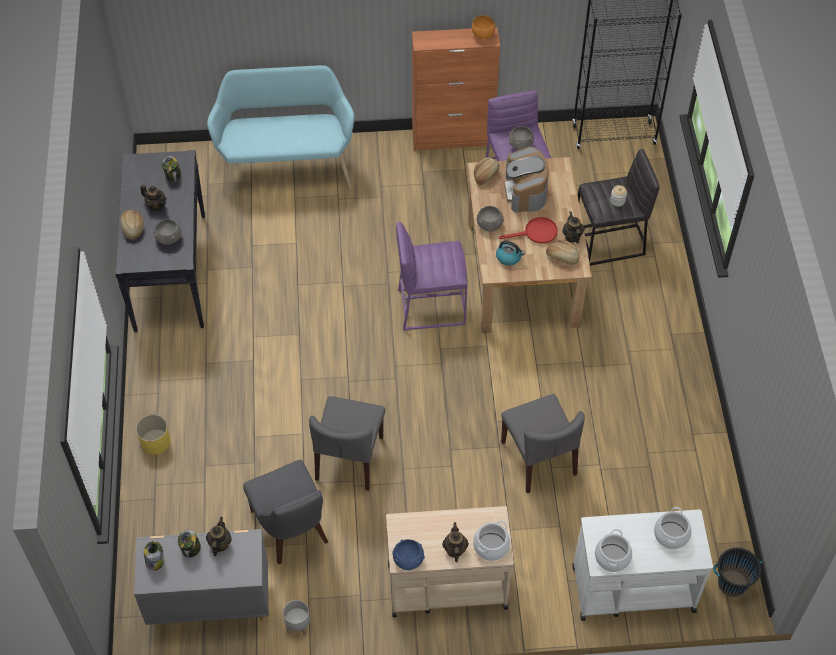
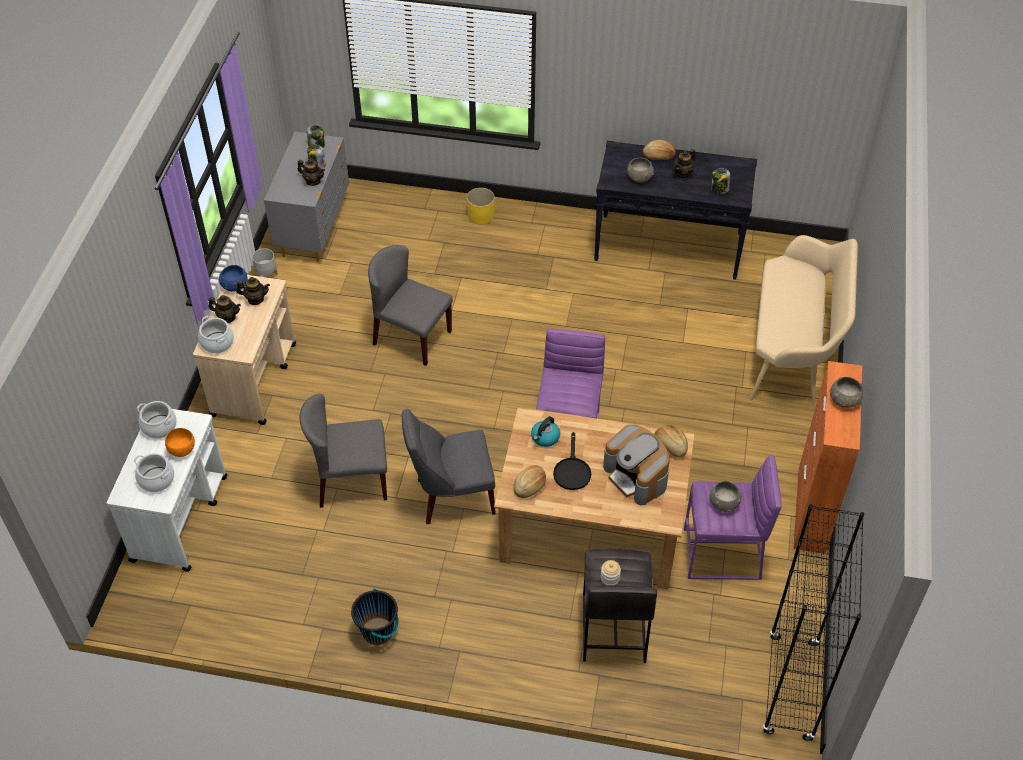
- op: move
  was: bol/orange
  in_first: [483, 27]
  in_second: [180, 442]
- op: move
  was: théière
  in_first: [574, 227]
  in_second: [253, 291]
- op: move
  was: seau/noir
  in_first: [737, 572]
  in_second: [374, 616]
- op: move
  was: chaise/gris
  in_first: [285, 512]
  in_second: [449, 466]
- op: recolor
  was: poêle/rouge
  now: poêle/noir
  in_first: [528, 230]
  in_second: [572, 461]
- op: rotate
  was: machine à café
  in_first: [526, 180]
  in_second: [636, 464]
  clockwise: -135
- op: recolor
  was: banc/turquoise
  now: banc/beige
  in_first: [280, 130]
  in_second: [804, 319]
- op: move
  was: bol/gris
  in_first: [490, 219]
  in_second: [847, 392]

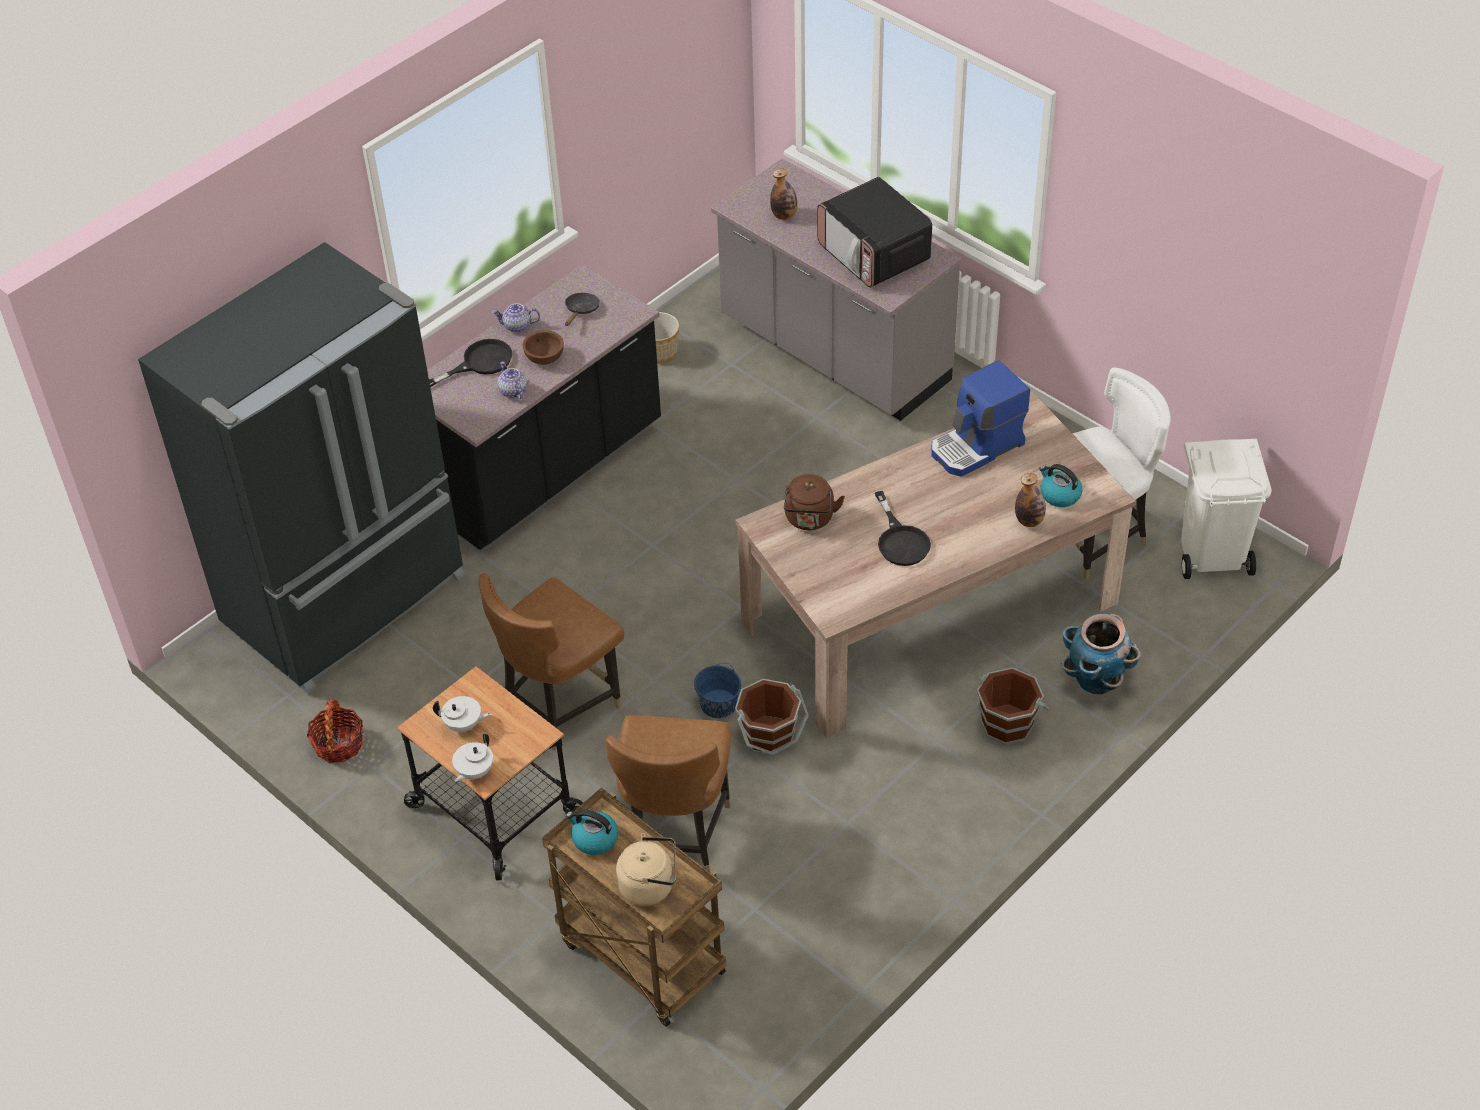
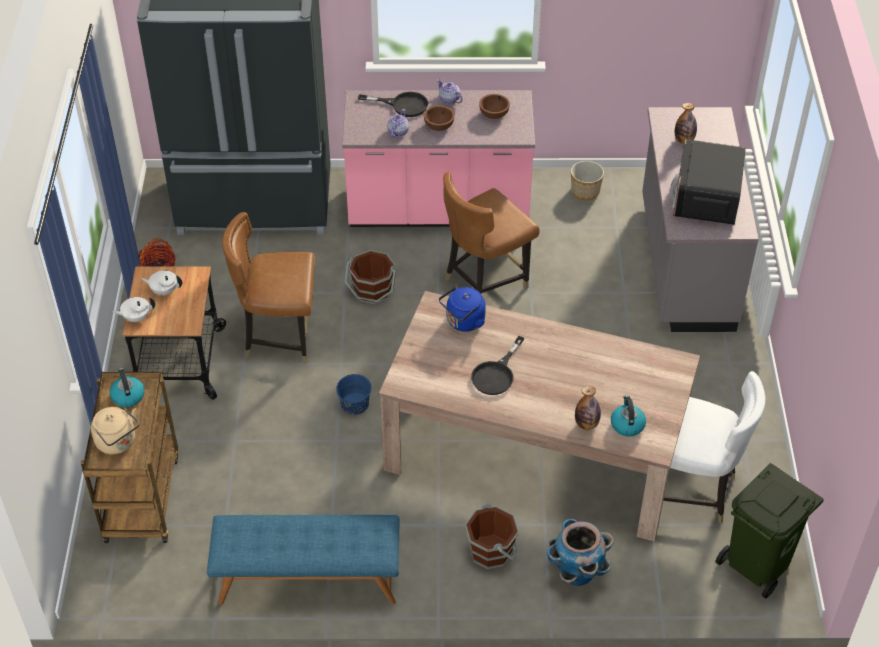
- op: rotate
  was: théière/blanc
  in_first: [462, 714]
  in_second: [161, 283]
  clockwise: 135
- op: insert
  now: banc/bleu
  in_second: [303, 560]
- op: recolor
  was: comptoir de cuisine/noir
  now: comptoir de cuisine/rose
  in_first: [544, 407]
  in_second: [438, 158]
- op: move
  was: seau/marron
  in_first: [772, 717]
  in_second: [370, 277]
- op: recolor
  was: bouilloire/marron
  now: bouilloire/bleu
  in_first: [814, 502]
  in_second: [462, 309]
- op: move
  was: chaise/marron
  in_first: [668, 793]
  in_second: [491, 233]
- op: replace
  was: poêle/noir
  now: bol/marron
  in_first: [582, 309]
  in_second: [494, 106]
- op: recolor
  was: poubelle/blanc
  now: poubelle/vert
  in_first: [1226, 509]
  in_second: [769, 531]
- op: delete
  was: machine à café
  in_first: [980, 418]

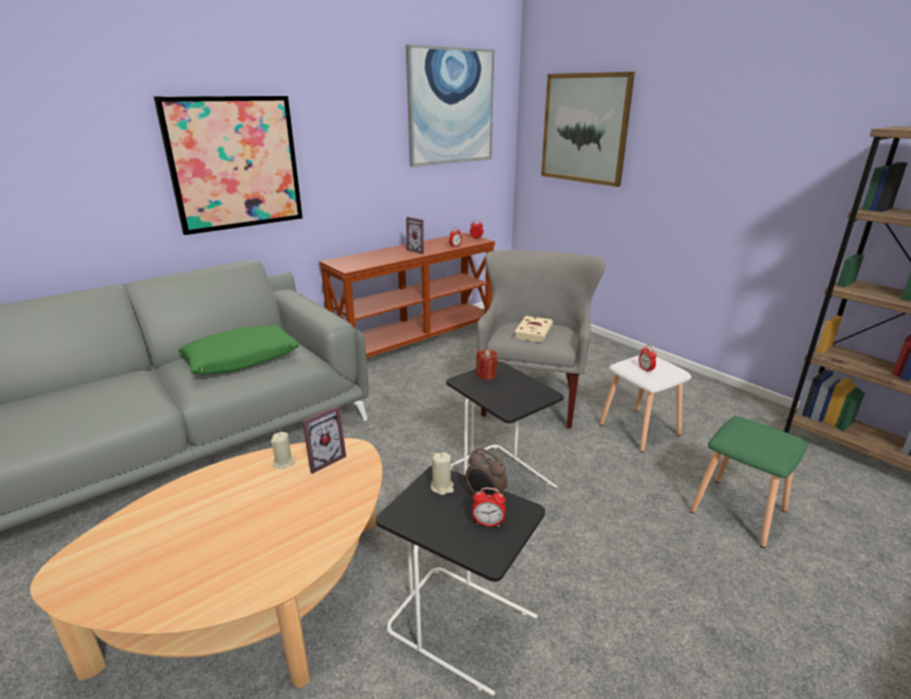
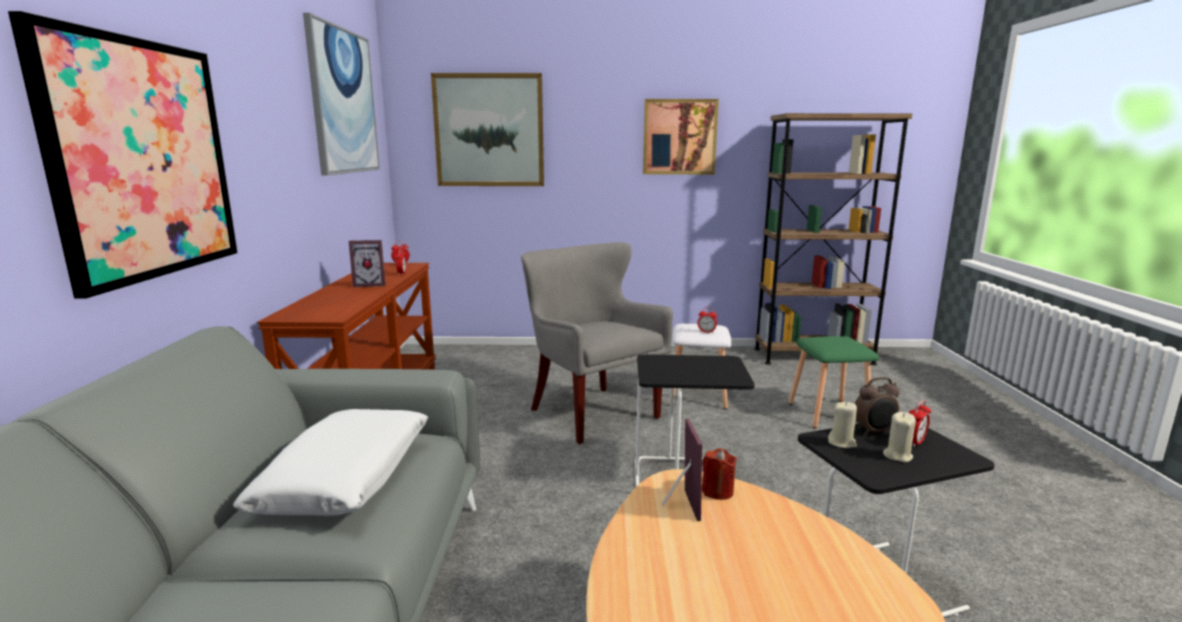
- op: recolor
  was: coussin/vert
  now: coussin/blanc
  in_first: [239, 349]
  in_second: [330, 462]
- op: insert
  now: tableau
  in_second: [681, 136]
- op: move
  was: bougie/rouge
  in_first: [487, 364]
  in_second: [719, 474]
- op: move
  was: bougie/beige
  in_first: [283, 450]
  in_second: [899, 437]
- op: delete
  was: livre/beige
  in_first: [533, 329]

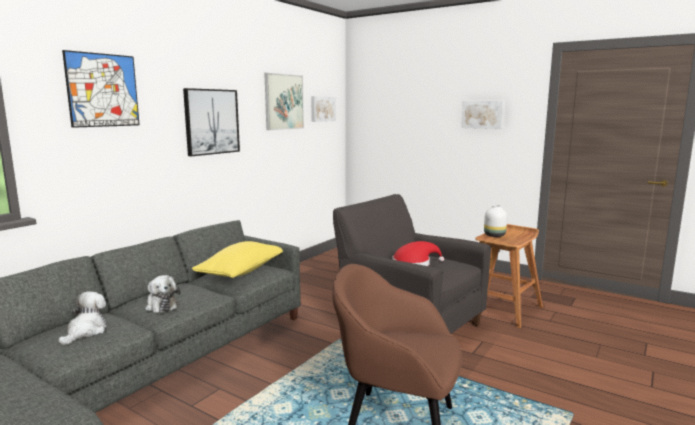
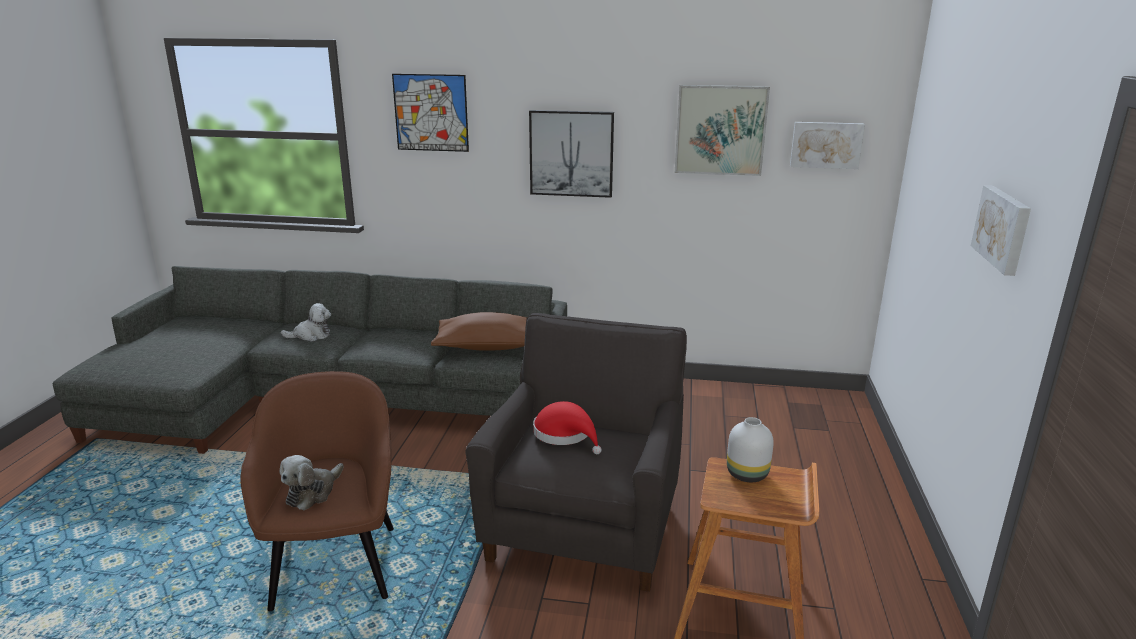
- op: move
  was: peluche
  in_first: [162, 294]
  in_second: [311, 482]
- op: recolor
  was: coussin/jaune
  now: coussin/marron
  in_first: [237, 259]
  in_second: [479, 331]

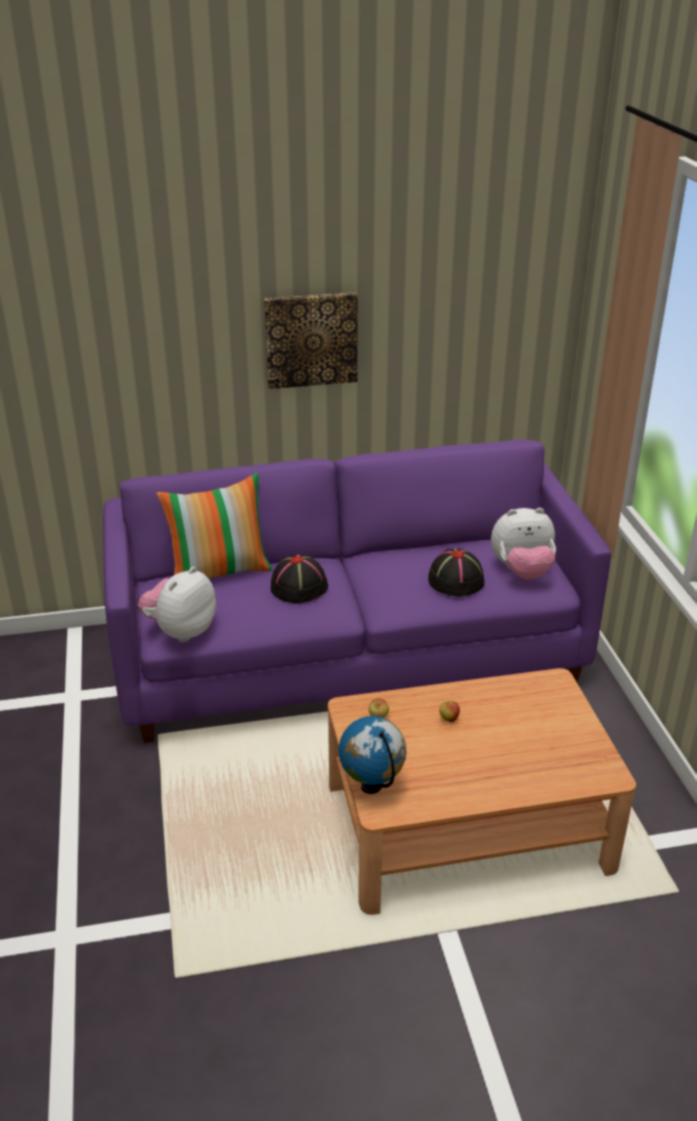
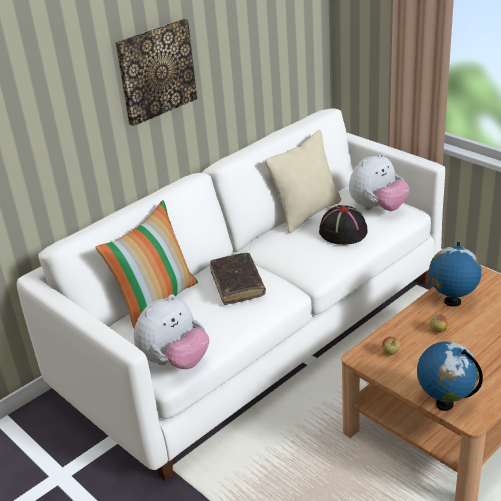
- op: recolor
  was: canapé/violet
  now: canapé/blanc
  in_first: [357, 591]
  in_second: [231, 295]
- op: rotate
  was: peluche
  in_first: [177, 604]
  in_second: [171, 331]
  clockwise: -135
- op: replace
  was: chapeau/noir
  now: livre/marron
  in_first: [299, 579]
  in_second: [238, 279]
- op: insert
  now: coussin/beige
  in_second: [303, 182]
- op: insert
  now: globe
  in_second: [455, 274]

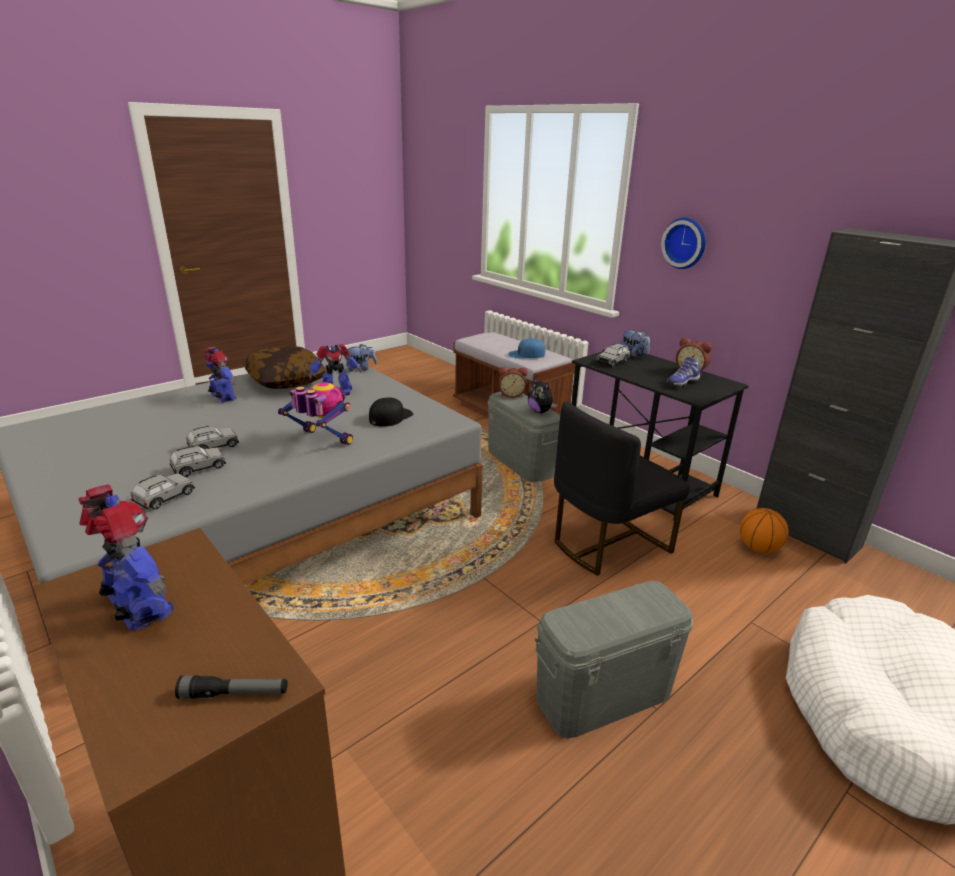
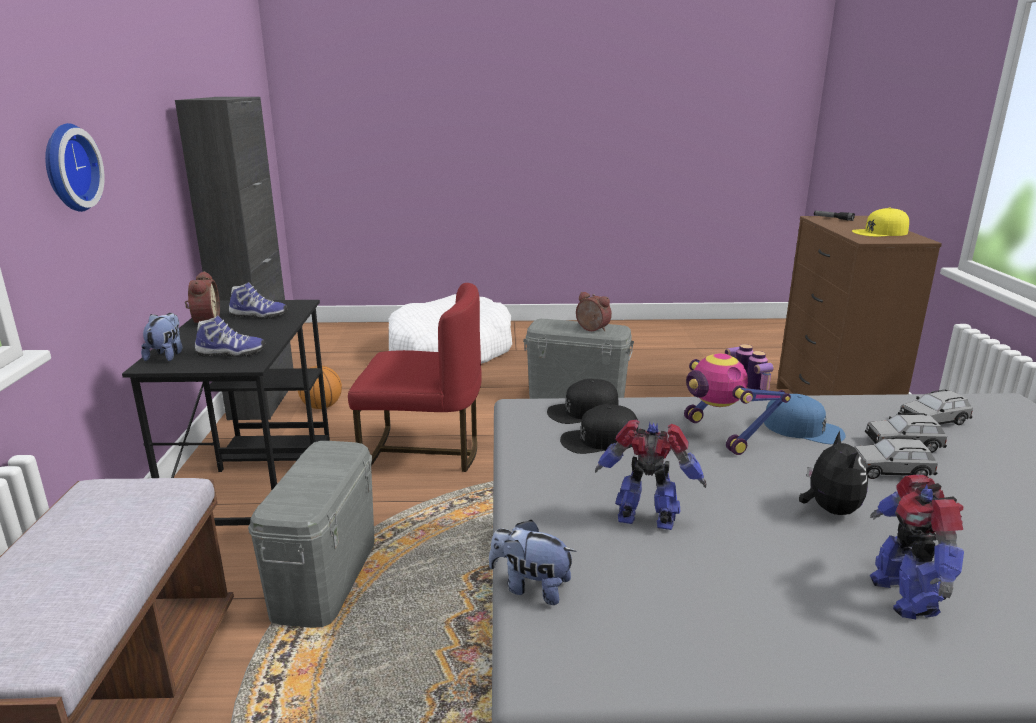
- op: replace
  was: petite voiture/gris
  now: chaussure
  in_first: [613, 355]
  in_second: [229, 336]
- op: recolor
  was: chaise/noir
  now: chaise/rouge
  in_first: [622, 488]
  in_second: [415, 377]
- op: insert
  now: casquette/noir
  in_second: [582, 401]
- op: move
  was: réveil
  in_first: [513, 382]
  in_second: [594, 311]
- op: move
  was: casquette/bleu
  in_first: [527, 348]
  in_second: [805, 419]
- op: move
  was: peluche
  in_first: [542, 395]
  in_second: [833, 473]
- op: replace
  was: robot jouet
  now: casquette/jaune
  in_first: [126, 557]
  in_second: [880, 222]
- op: delete
  was: coussin
  in_first: [285, 367]

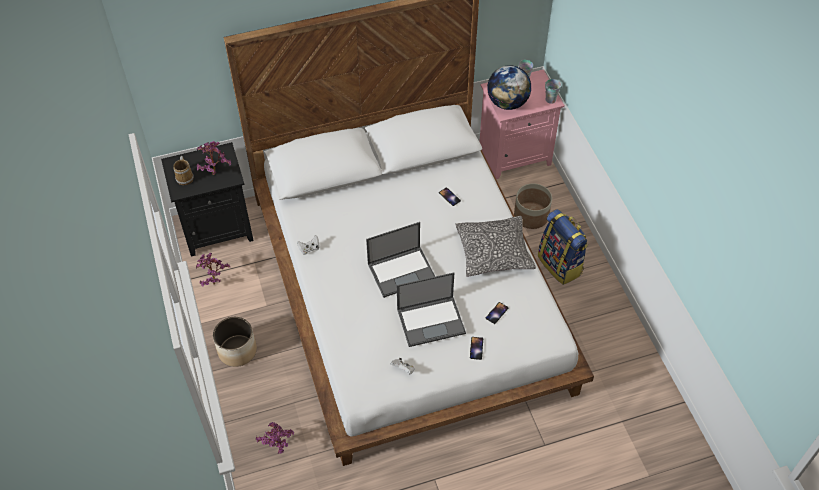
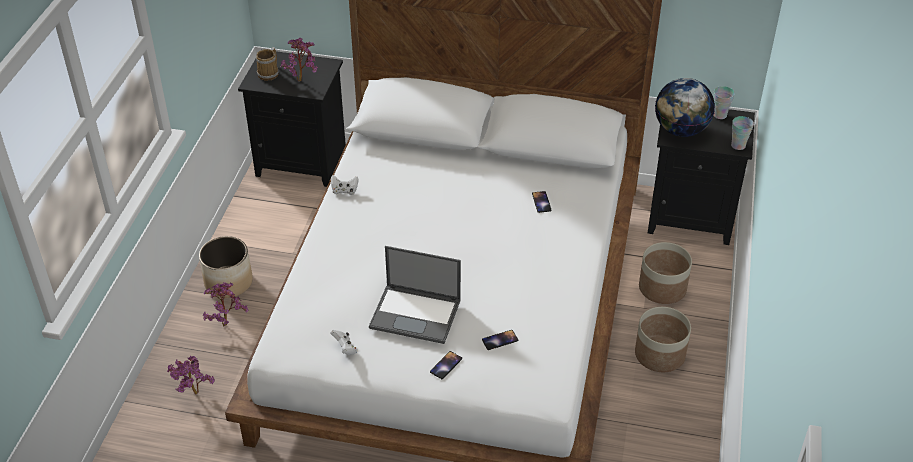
- op: move
  was: plante en pot
  in_first: [213, 269]
  in_second: [225, 304]
- op: replace
  was: sac à dos
  now: cache-pot
  in_first: [563, 247]
  in_second: [663, 339]
- op: recolor
  was: table de chevet/rose
  now: table de chevet/noir
  in_first: [522, 124]
  in_second: [701, 177]
- op: delete
  was: ordinateur portable
  in_first: [400, 260]
- op: delete
  was: coussin
  in_first: [496, 246]

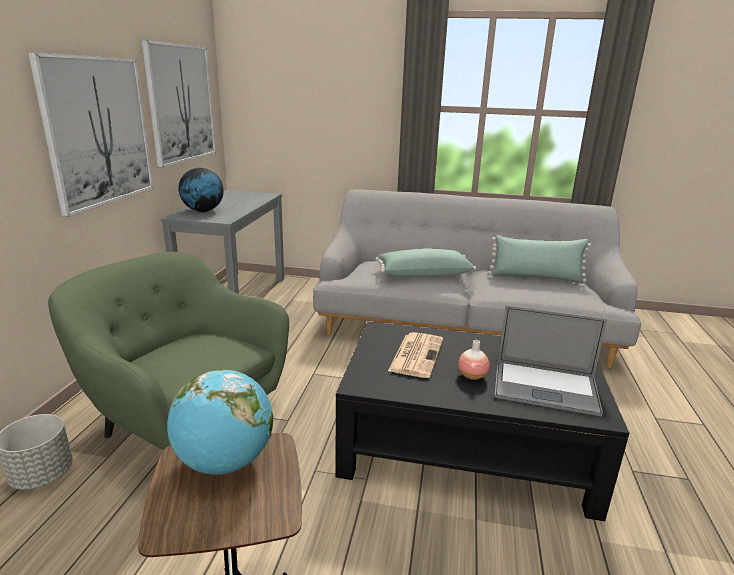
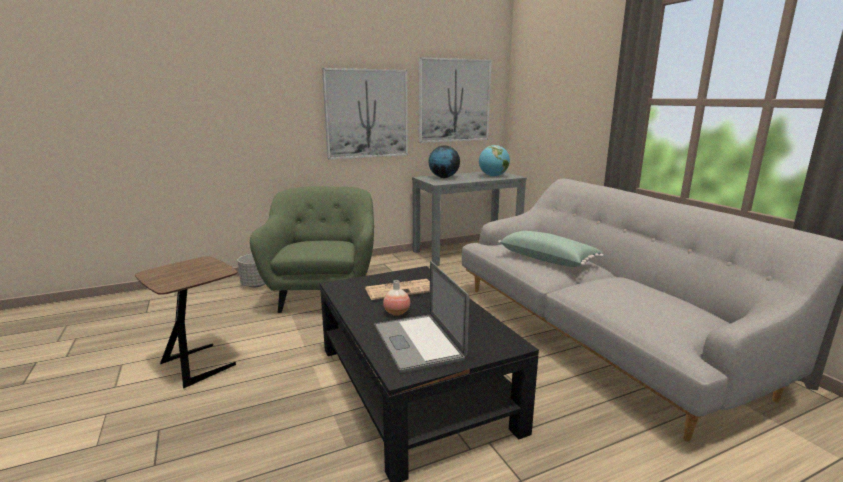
- op: move
  was: globe
  in_first: [220, 422]
  in_second: [494, 161]
- op: delete
  was: coussin/vert
  in_first: [539, 259]

